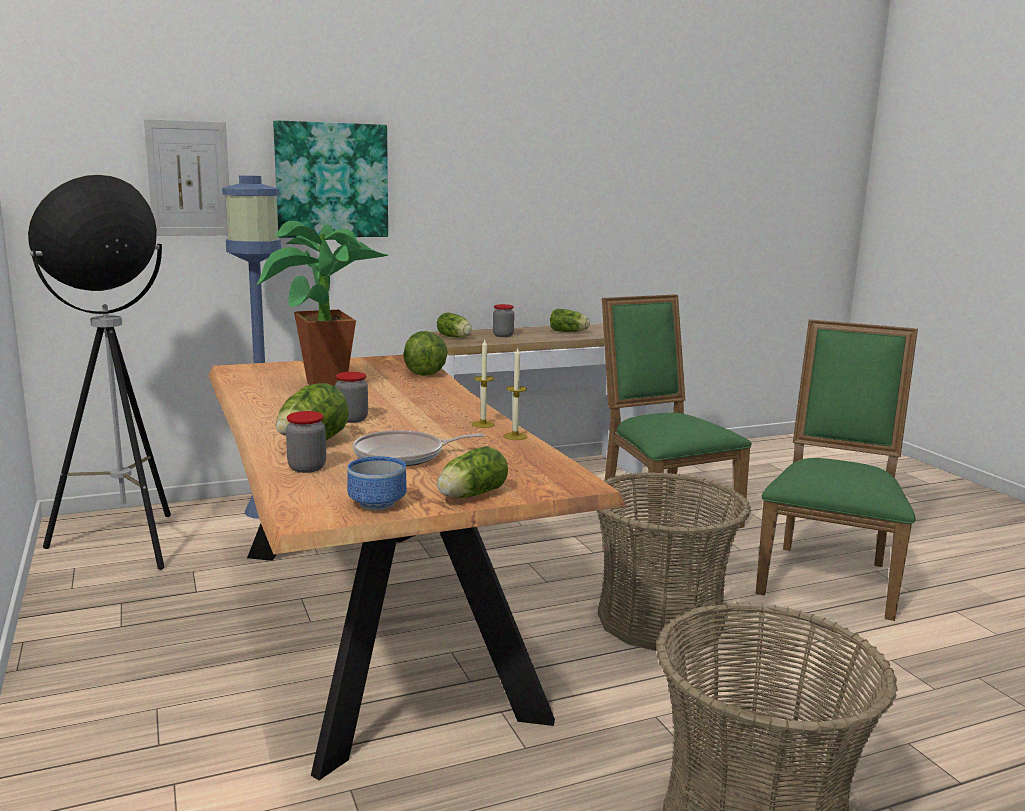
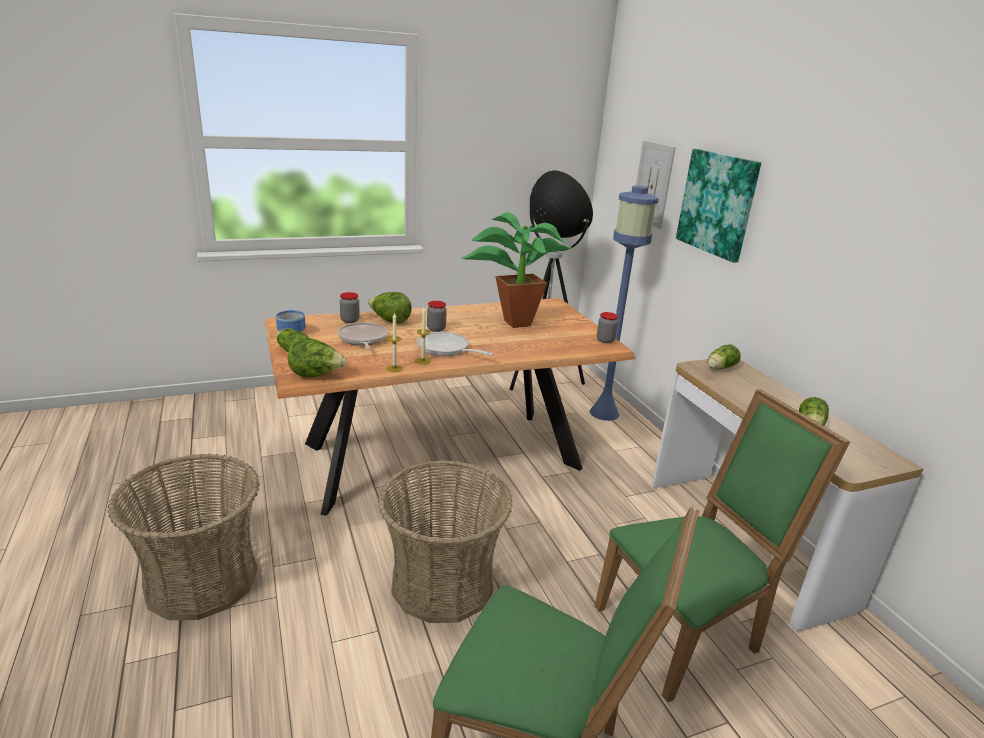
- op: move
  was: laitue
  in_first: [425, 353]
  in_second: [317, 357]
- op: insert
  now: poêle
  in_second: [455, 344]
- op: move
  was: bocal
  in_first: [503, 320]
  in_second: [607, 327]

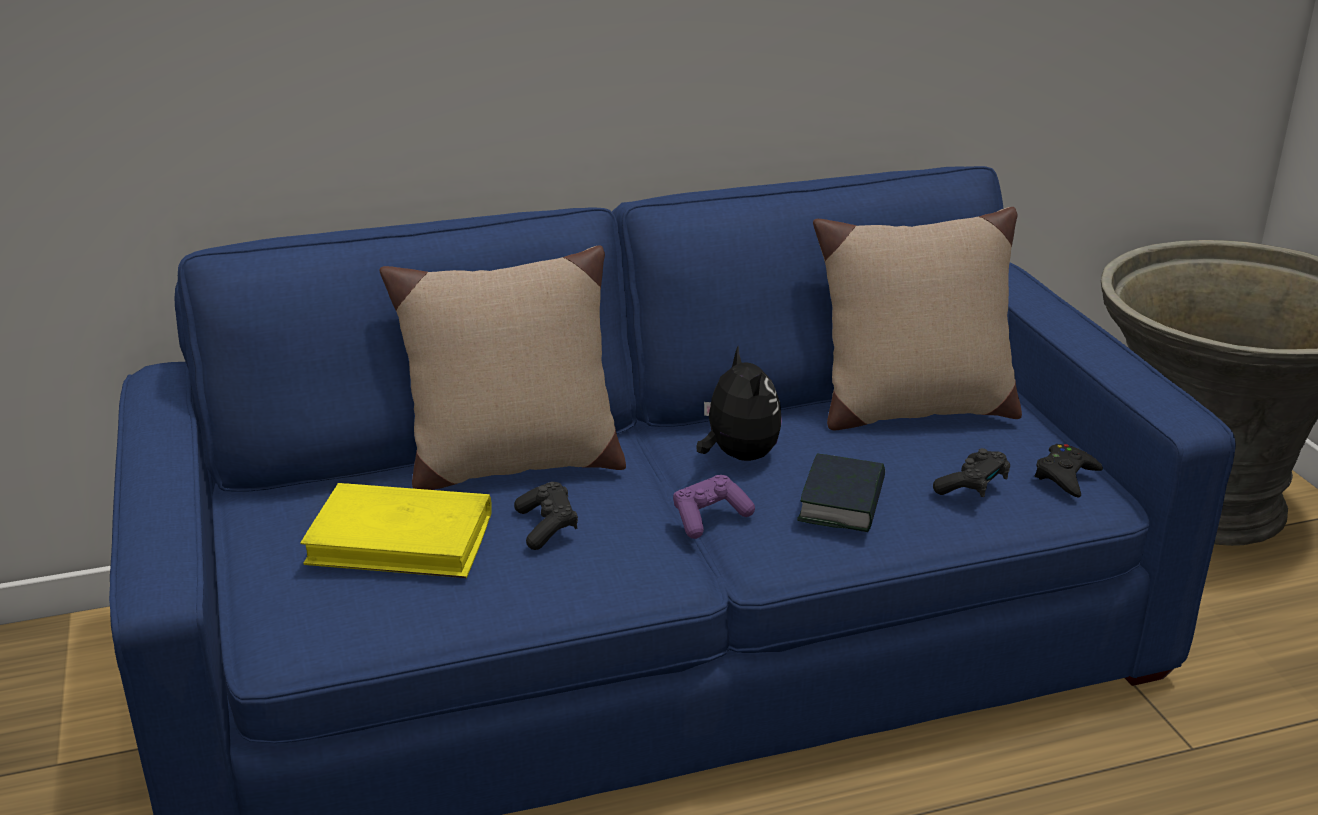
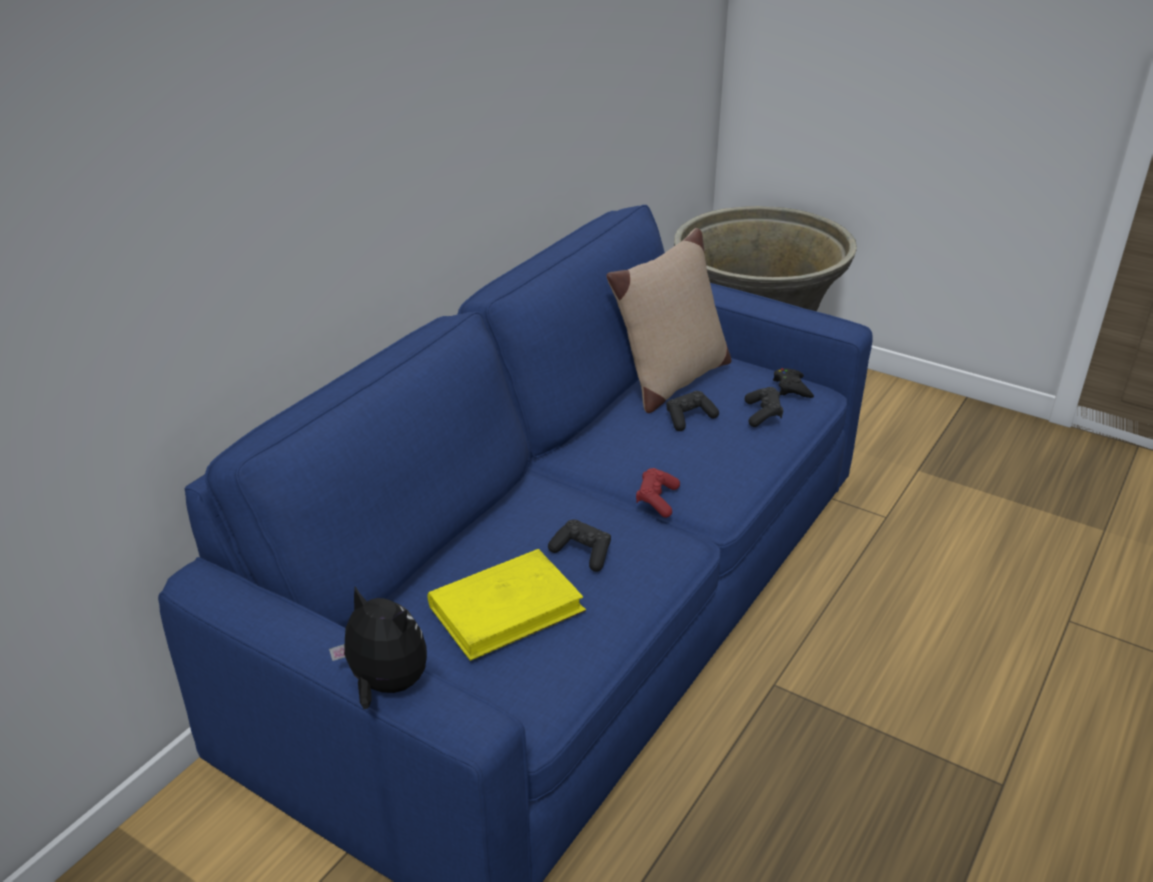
- op: move
  was: peluche
  in_first: [739, 404]
  in_second: [378, 647]
- op: recolor
  was: manette/violet
  now: manette/rouge
  in_first: [714, 507]
  in_second: [658, 493]
- op: insert
  now: manette/noir
  in_second: [692, 411]
- op: delete
  was: coussin/beige
  in_first: [503, 367]
- op: delete
  was: livre
  in_first: [841, 493]

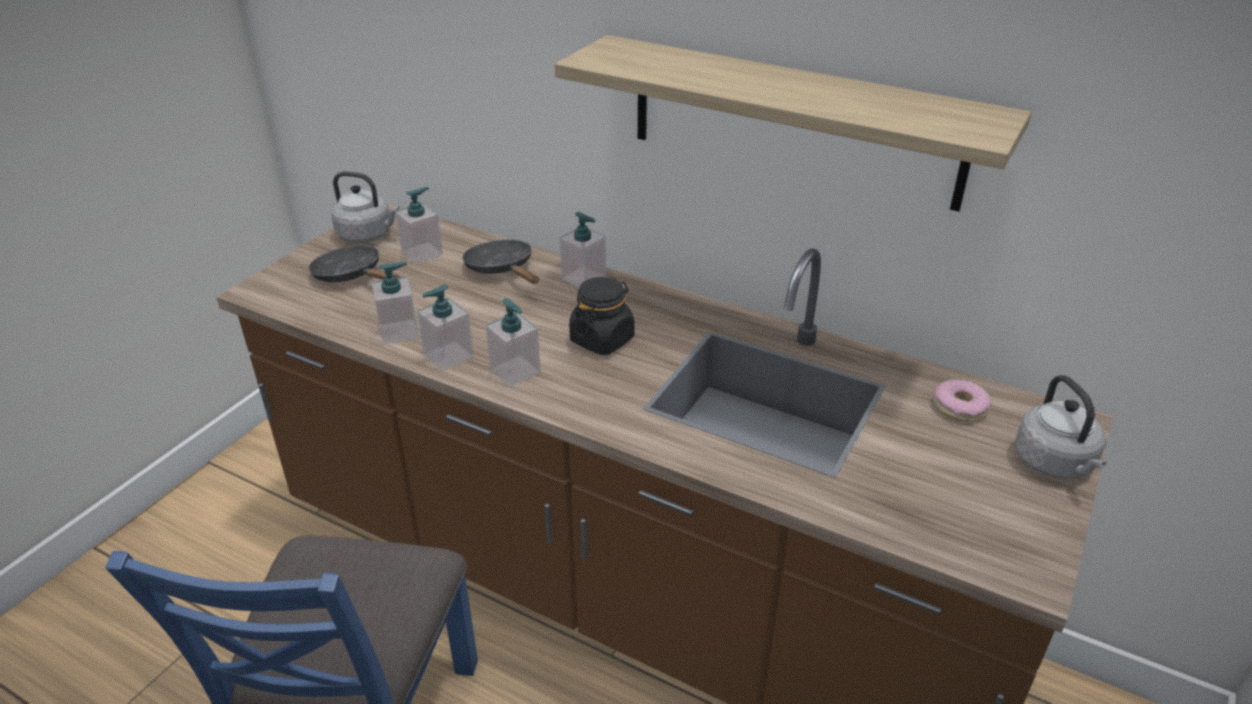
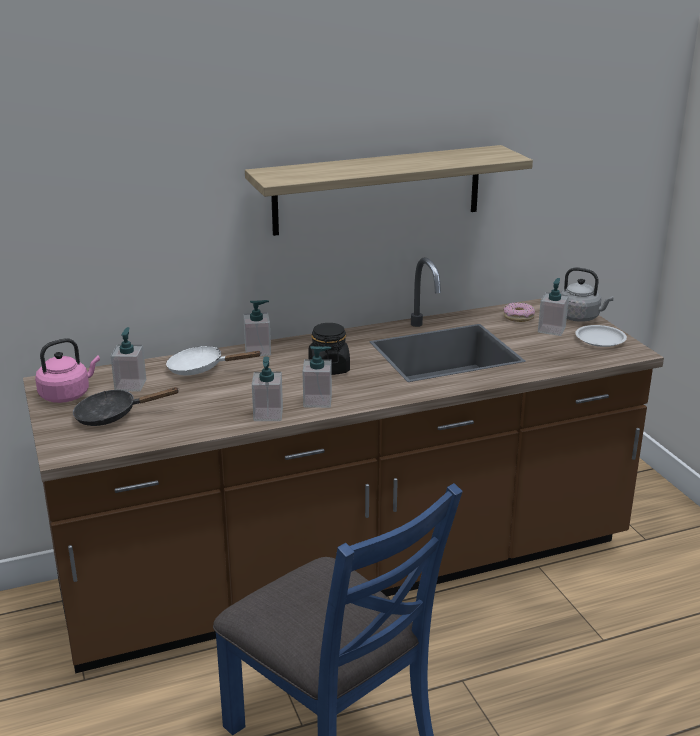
- op: recolor
  was: bouilloire/gris
  now: bouilloire/rose
  in_first: [365, 207]
  in_second: [67, 370]
- op: recolor
  was: poêle/noir
  now: poêle/blanc
  in_first: [500, 262]
  in_second: [214, 360]
- op: move
  was: distributeur de savon
  in_first: [395, 303]
  in_second: [553, 307]
- op: insert
  now: assiette/blanc
  in_second: [601, 336]

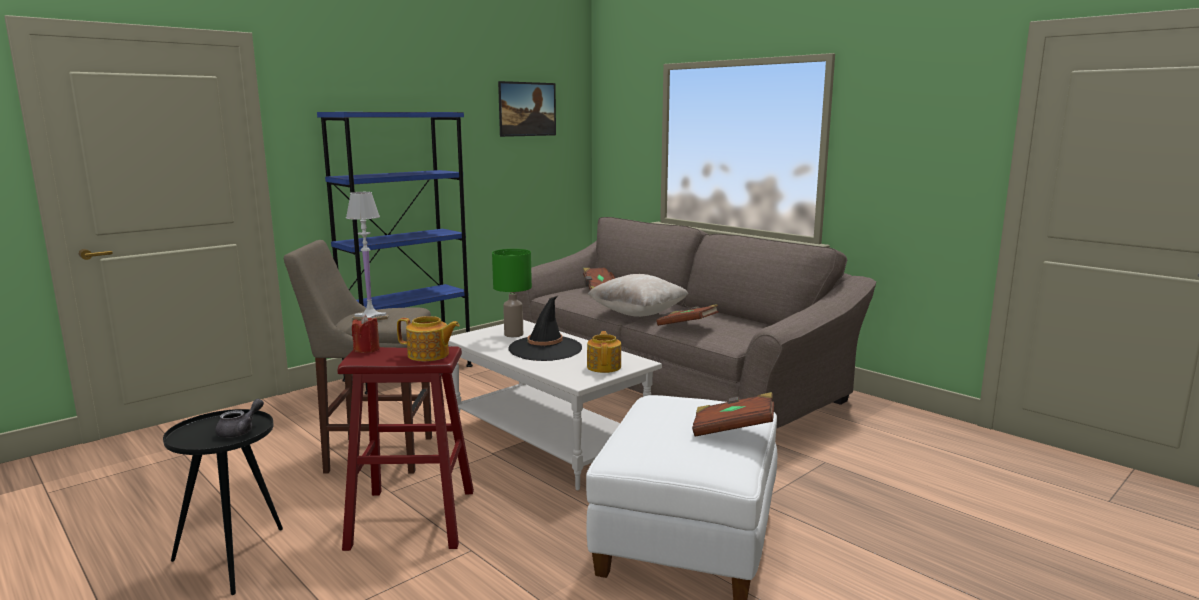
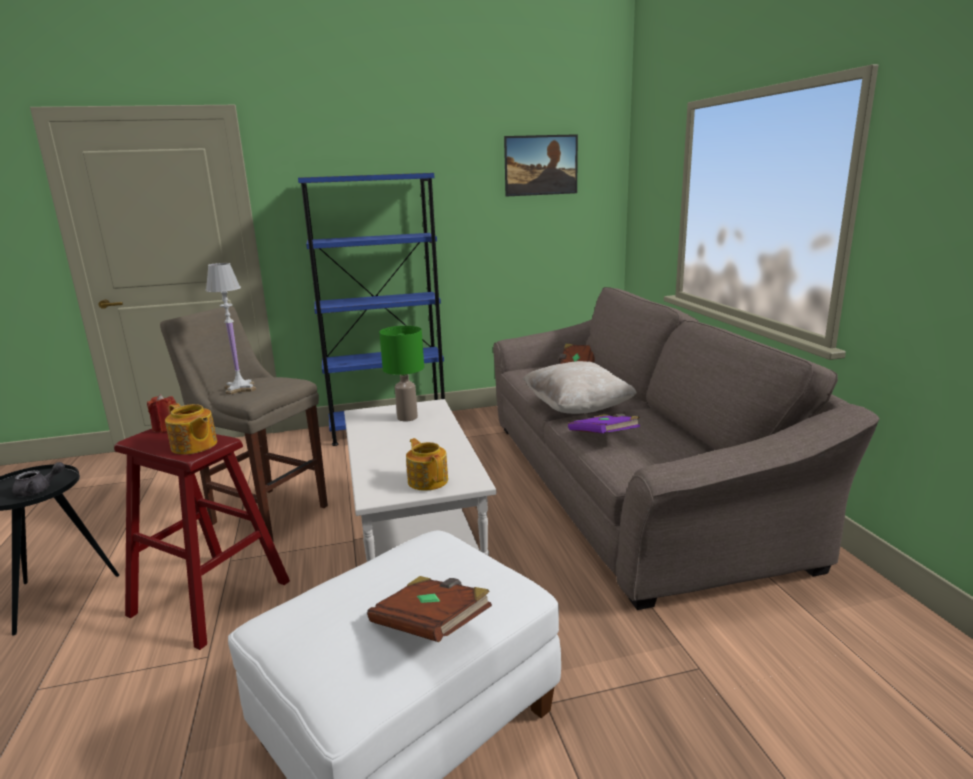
- op: rotate
  was: théière
  in_first: [604, 352]
  in_second: [427, 464]
  clockwise: -60
- op: recolor
  was: livre/marron
  now: livre/violet
  in_first: [687, 315]
  in_second: [604, 423]
- op: delete
  was: chapeau/noir
  in_first: [545, 328]

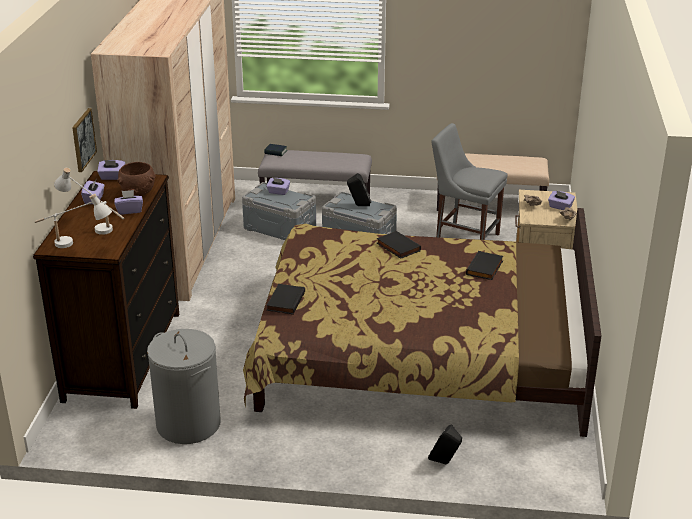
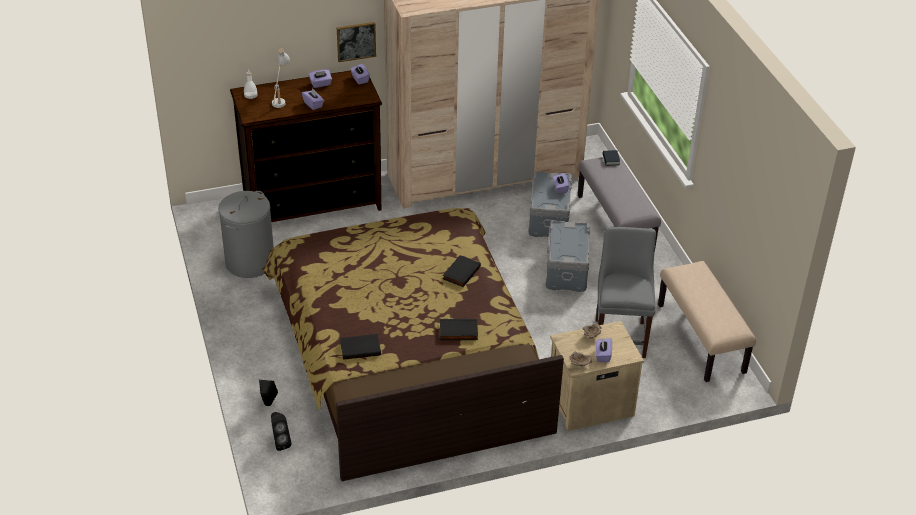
- op: move
  was: enceinte/noir
  in_first: [359, 189]
  in_second: [281, 431]
- op: move
  was: livre/noir
  in_first: [285, 299]
  in_second: [360, 347]
- op: delete
  was: bol/marron
  in_first: [136, 179]

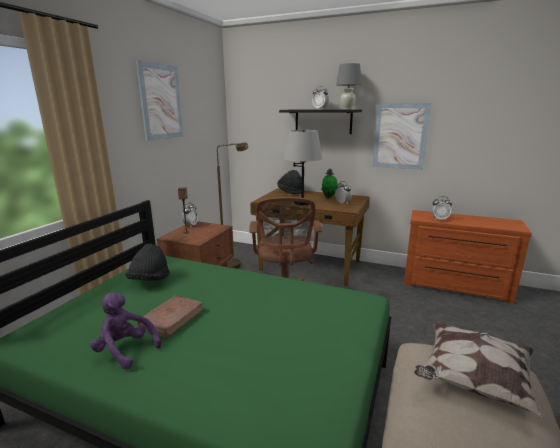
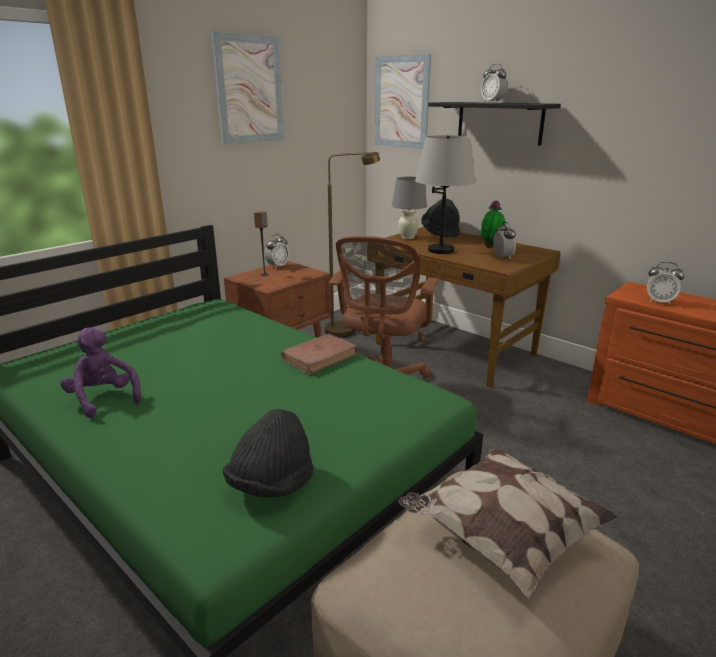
- op: move
  was: chapeau/noir
  in_first: [147, 262]
  in_second: [268, 453]
- op: move
  was: livre/marron
  in_first: [170, 316]
  in_second: [319, 354]
- op: move
  was: tableau
  in_first: [401, 136]
  in_second: [403, 101]
- op: move
  was: lampe de table/gris
  in_first: [349, 86]
  in_second: [409, 208]

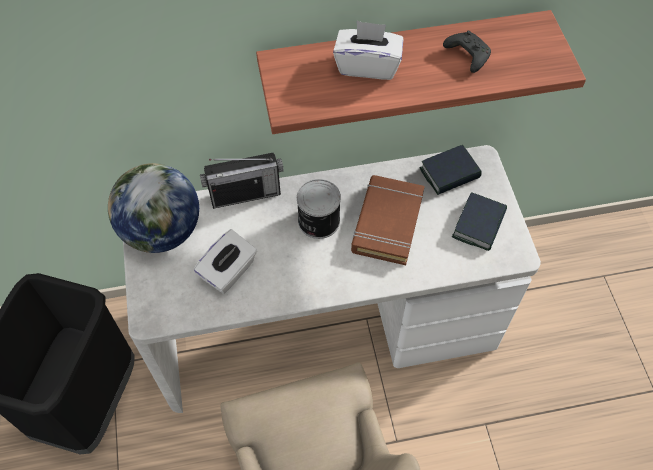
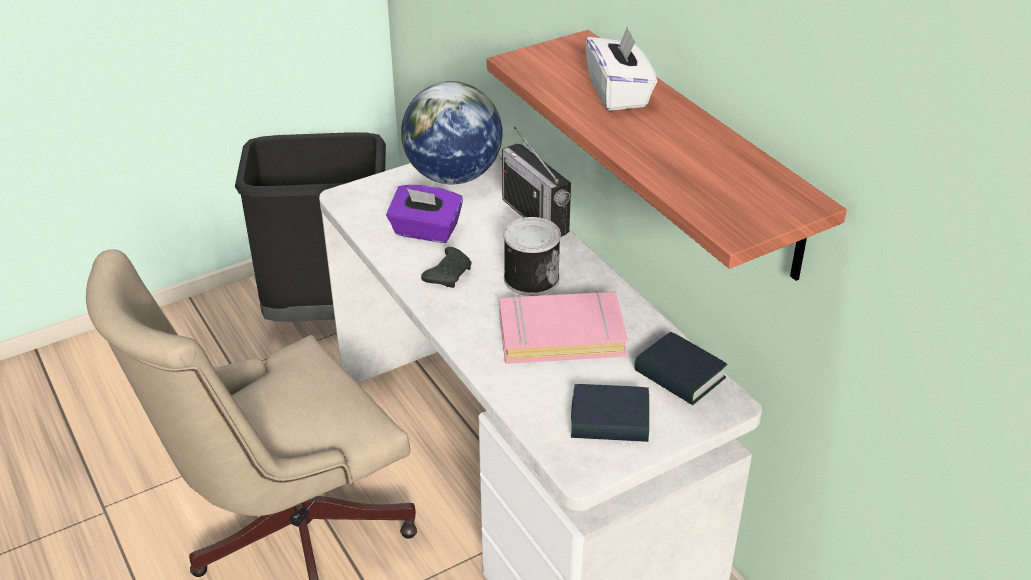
- op: recolor
  was: boîte à mouchoirs/blanc
  now: boîte à mouchoirs/violet
  in_first: [225, 261]
  in_second: [424, 214]
- op: move
  was: manette/noir
  in_first: [467, 52]
  in_second: [446, 267]
- op: recolor
  was: livre/marron
  now: livre/rose
  in_first: [388, 220]
  in_second: [563, 327]

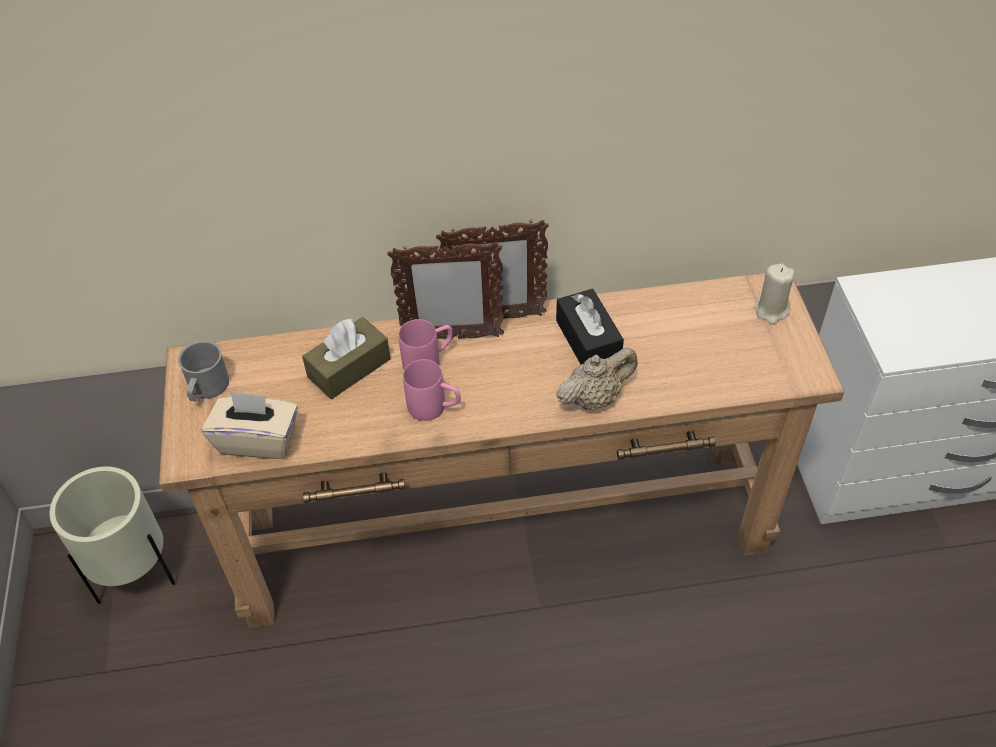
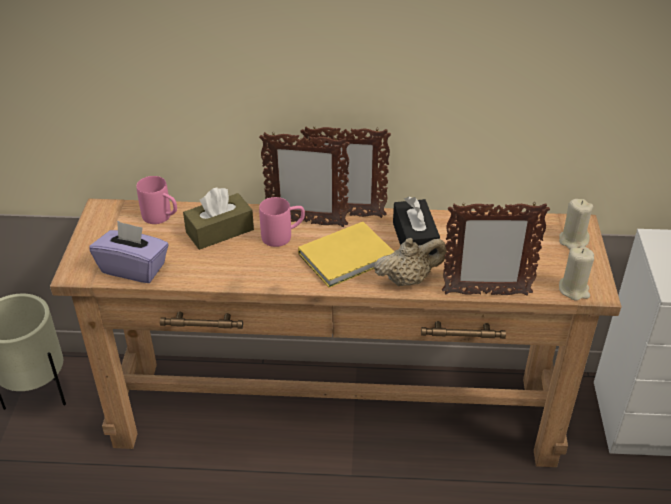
- op: recolor
  was: boîte à mouchoirs/beige
  now: boîte à mouchoirs/violet
  in_first: [250, 425]
  in_second: [129, 252]
- op: move
  was: mug/rose
  in_first: [432, 390]
  in_second: [157, 200]
- op: insert
  now: livre/jaune
  in_second: [346, 255]
- op: insert
  now: cadre photo
  in_second: [496, 249]
- op: insert
  now: bougie/beige
  in_second: [576, 273]
- op: delete
  was: mug/gris
  in_first: [203, 371]

